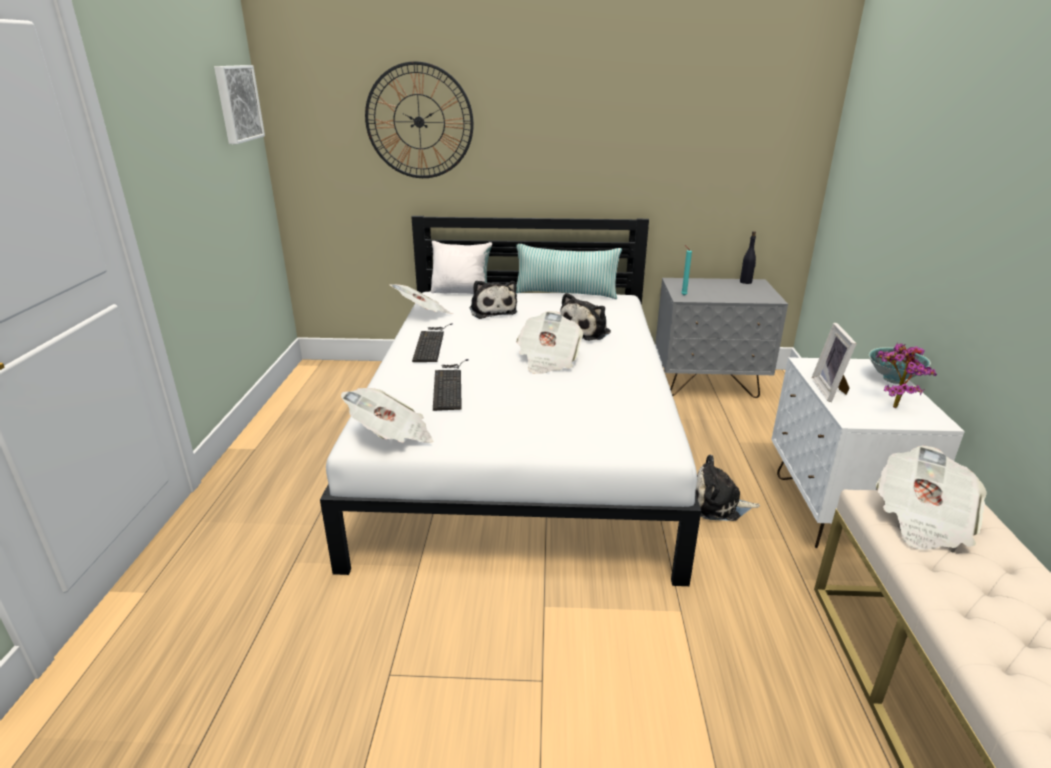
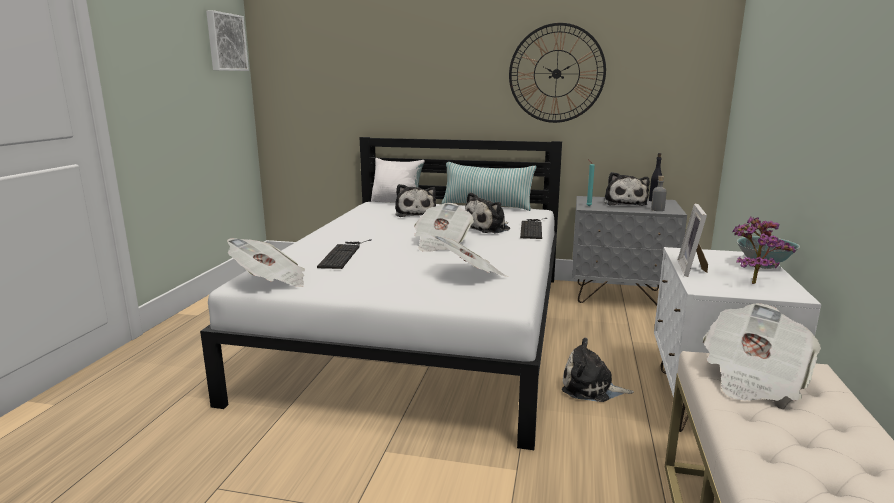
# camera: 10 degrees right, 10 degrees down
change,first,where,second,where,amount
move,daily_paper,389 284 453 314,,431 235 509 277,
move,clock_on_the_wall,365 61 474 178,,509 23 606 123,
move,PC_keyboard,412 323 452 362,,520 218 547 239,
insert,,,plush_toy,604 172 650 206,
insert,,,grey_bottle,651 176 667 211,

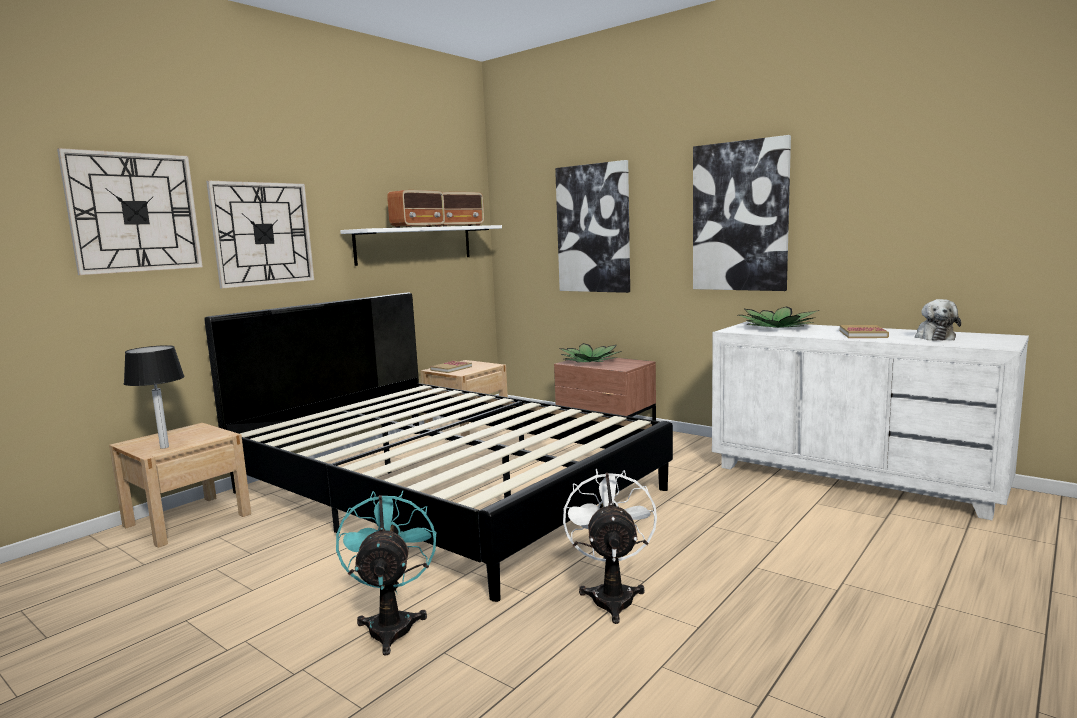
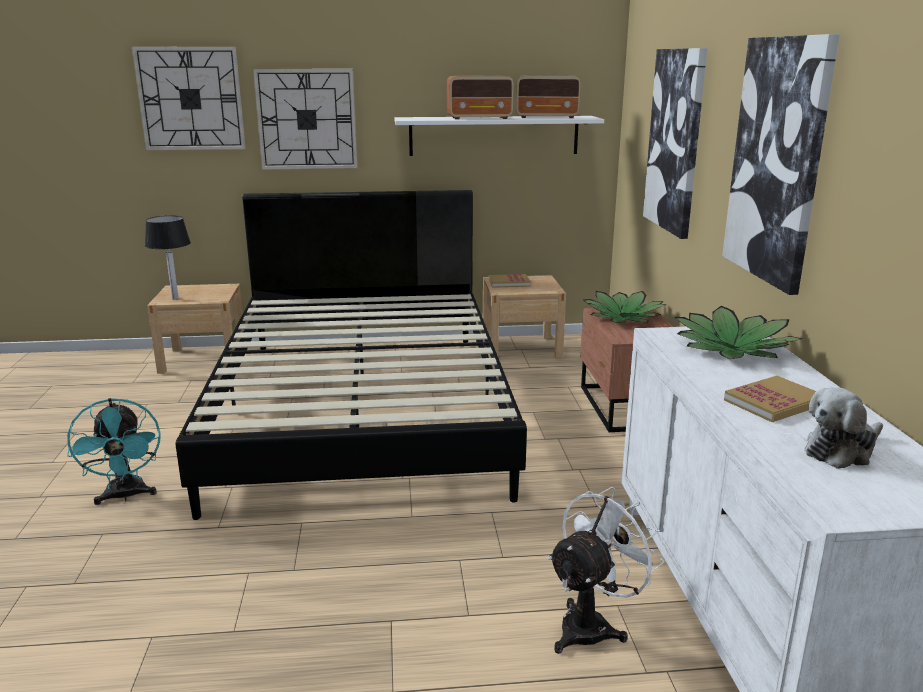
# camera: 45 degrees right, 10 degrees up
change,first,where,second,where,amount
rotate,turquoise_cooling_fan,336 491 436 656,,67 398 161 505,120 degrees clockwise
move,white-coloured_cooling_fan,563 469 657 624,,548 487 664 654,

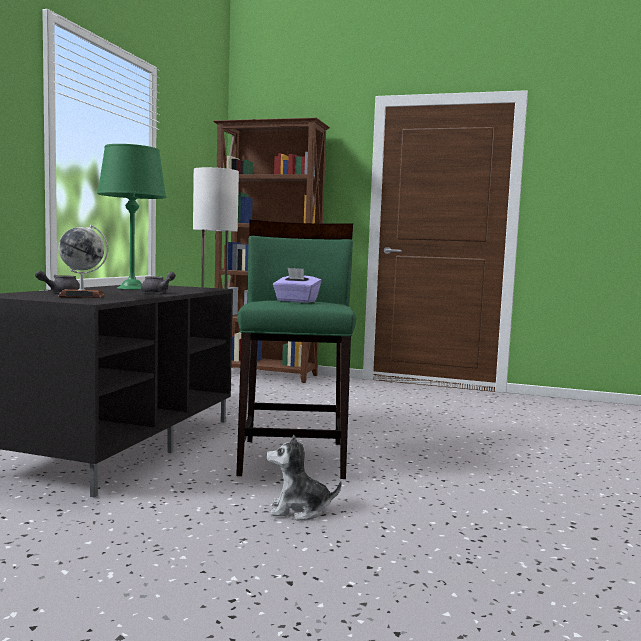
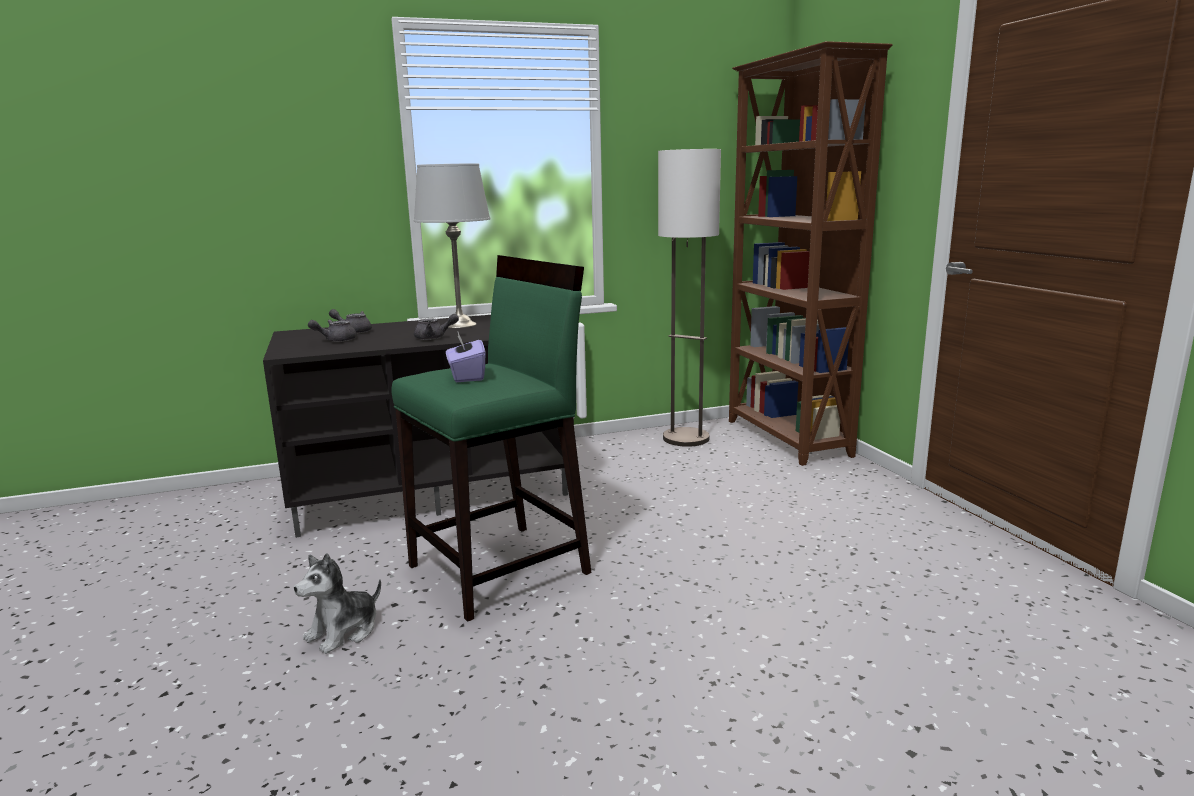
# camera: 55 degrees right, 10 degrees up
change,first,where,second,where,amount
rotate,plush_toy,266 435 342 521,,294 553 381 654,105 degrees counterclockwise
replace,desk_globe,58 225 108 298,grey_tea_pot,308 320 357 342,
recolor,green-coloured_table_lamp,97 144 166 290,grey_table_lamp,414 164 490 328,

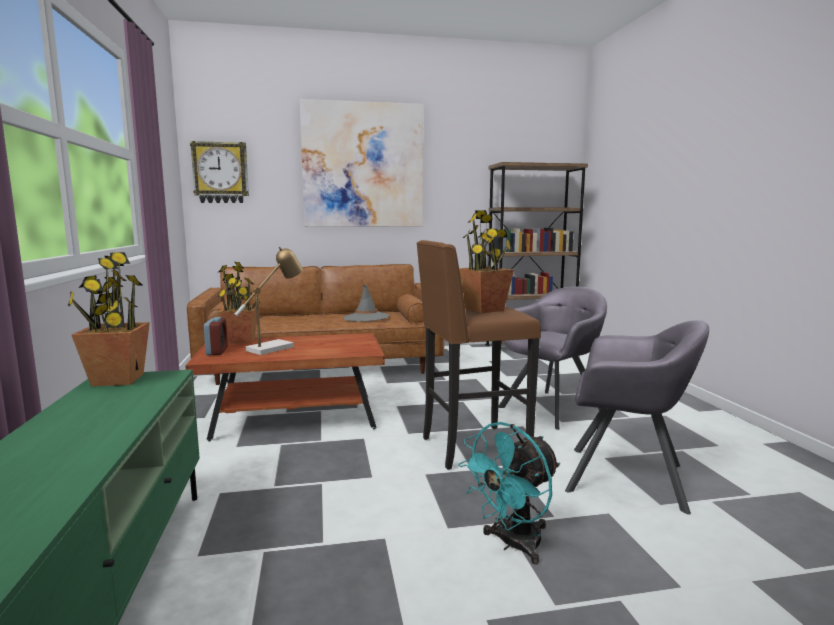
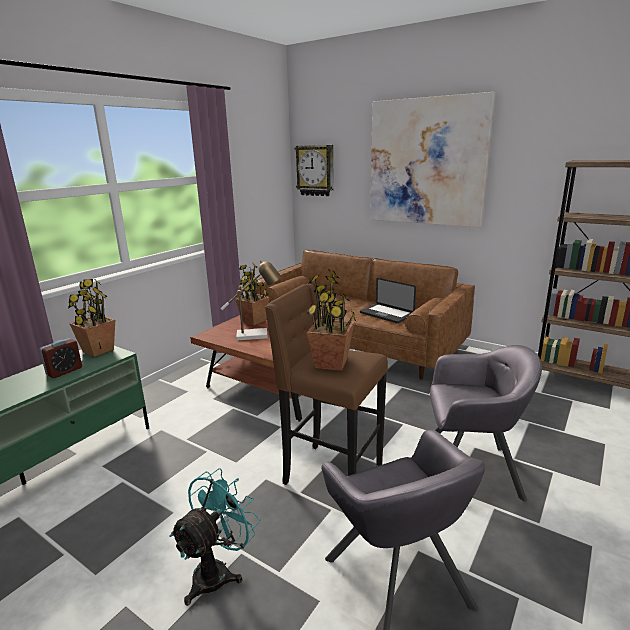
# camera: 45 degrees right, 10 degrees up
change,first,where,second,where,amount
move,table_clock,204 317 228 355,,40 338 82 378,
rotate,turquoise_cooling_fan,458 422 560 564,,169 468 260 606,120 degrees clockwise
replace,grey_hat,343 284 390 322,laptop,360 278 416 323,

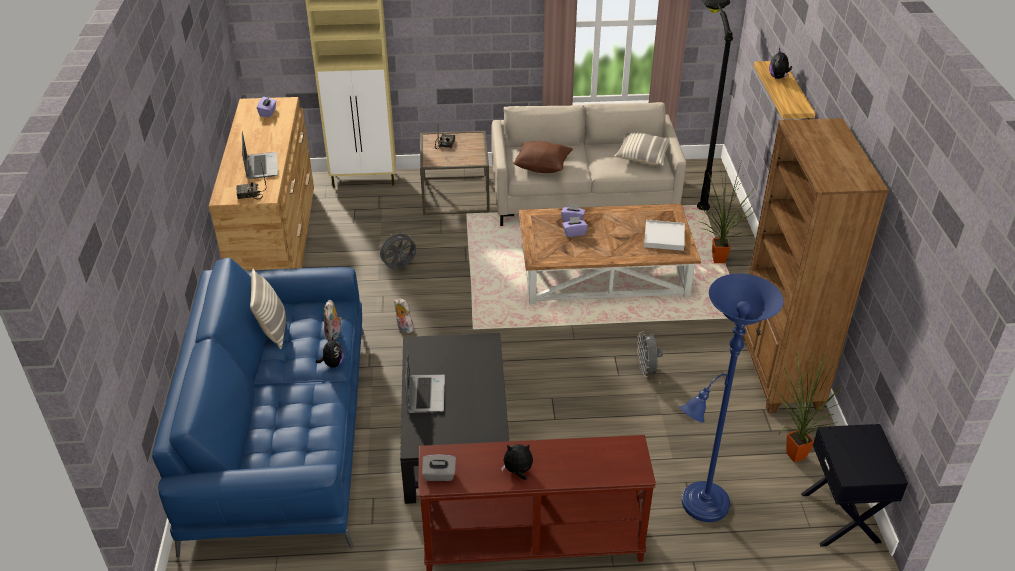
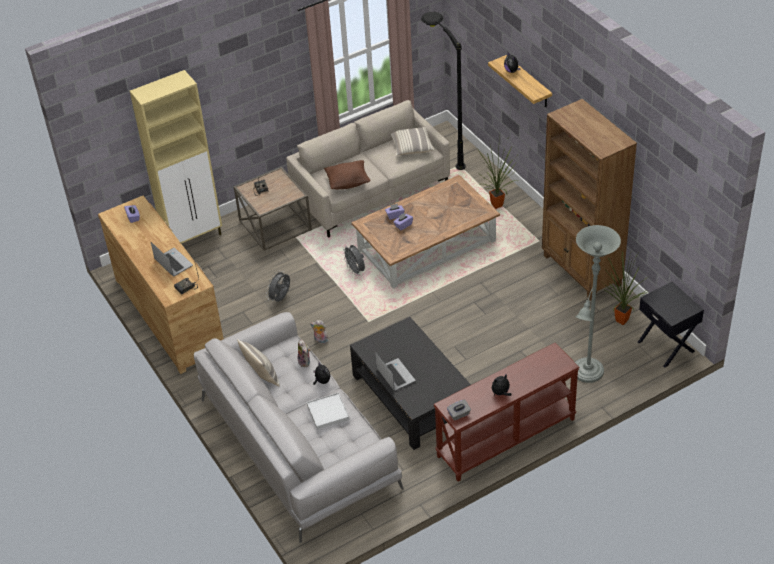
# camera: 25 degrees left, 5 degrees up
change,first,where,second,where,amount
recolor,blue-coloured_settee,152 258 364 558,grey_settee,194 312 403 543,
move,white-coloured_tray,644 220 685 251,,307 393 349 430,
move,grey_cooling_fan,637 331 663 377,,342 245 365 276,
recolor,blue-coloured_standing_lamp,680 273 784 522,grey_standing_lamp,575 225 621 383,

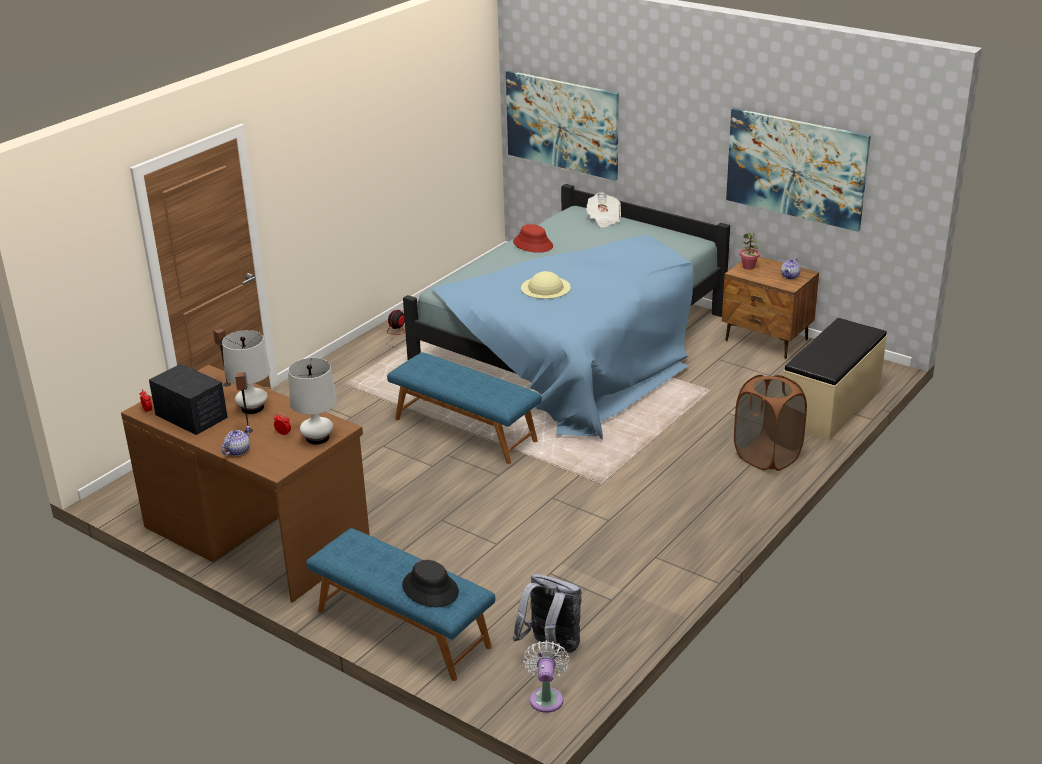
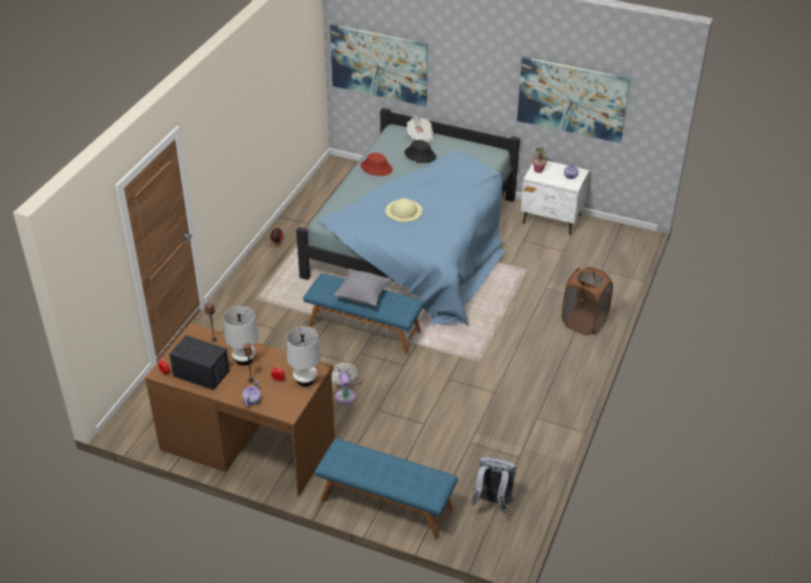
# camera: 15 degrees left, 10 degrees up
change,first,where,second,where,amount
move,white-coloured_cooling_fan,523 641 570 713,,332 362 357 404,
insert,,,grey_throw_pillow,334 269 391 306,
move,black-coloured_hat,402 560 459 607,,405 140 436 163,
recolor,brownish_nightstand,722 257 819 359,white-coloured_nightstand,521 161 589 235,
delete,sand-coloured_indoor_bench,784 318 887 440,,,

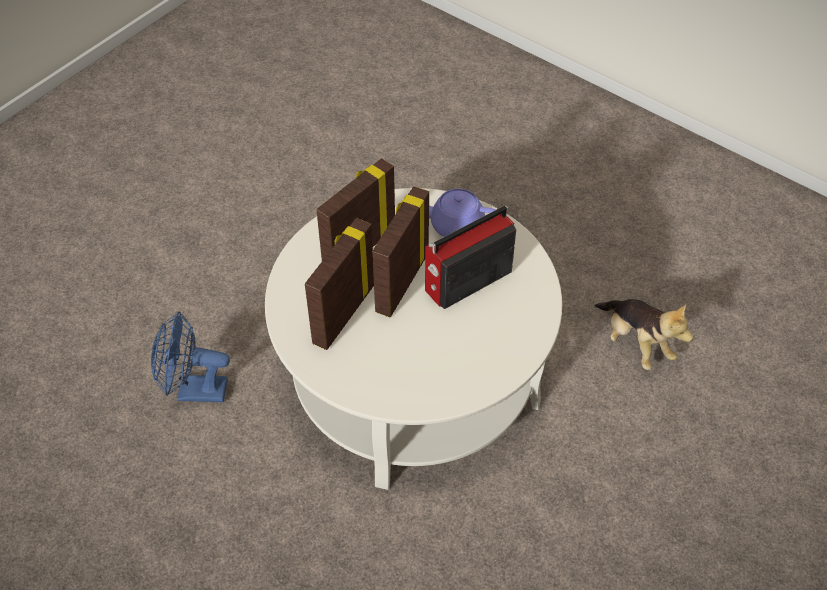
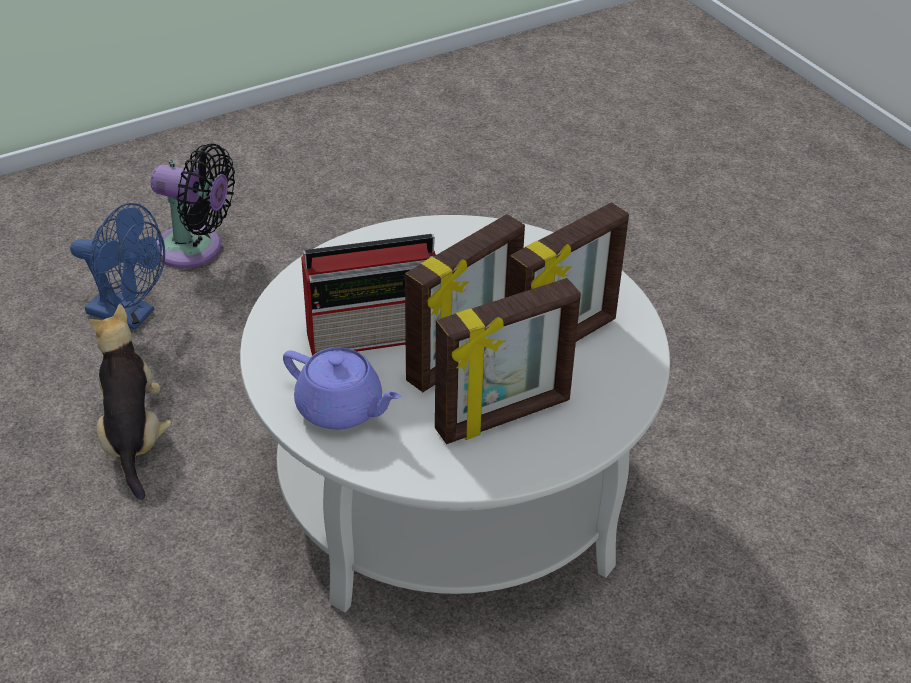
# camera: 160 degrees left, 10 degrees down
change,first,where,second,where,amount
move,blue-coloured_cooling_fan,151 312 230 402,,70 203 165 330,
insert,,,black-coloured_cooling_fan,151 144 235 268,

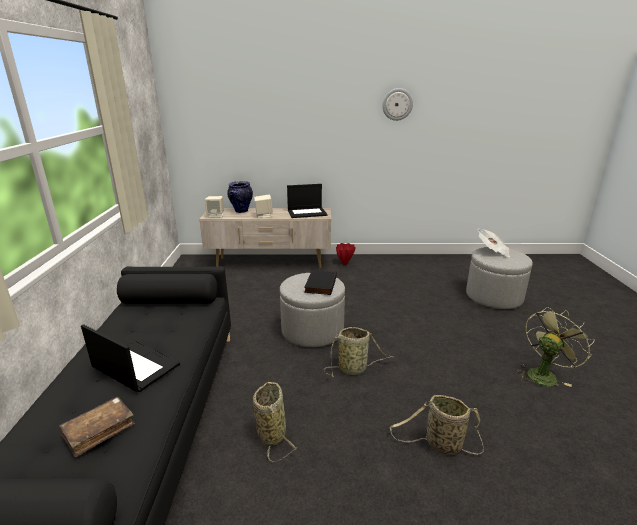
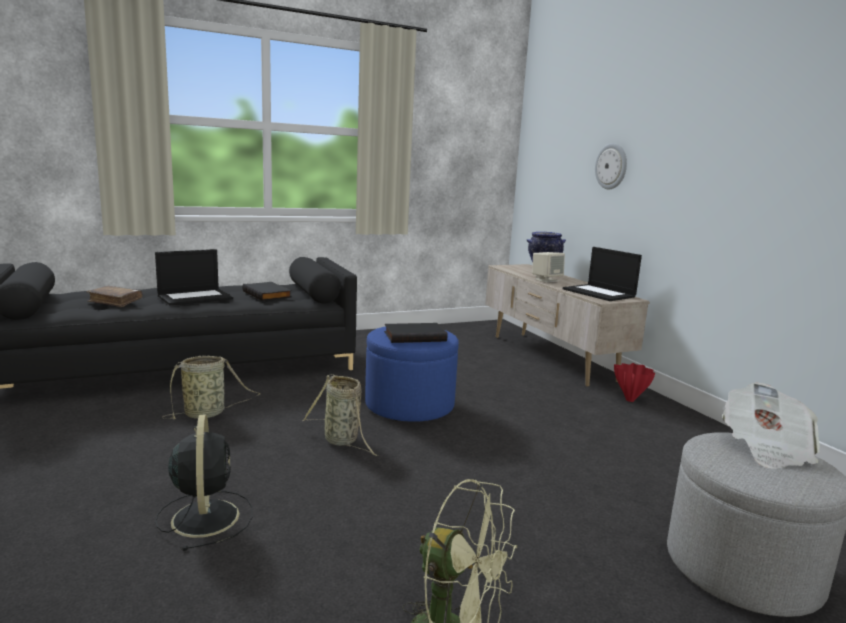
# camera: 65 degrees right, 10 degrees down
change,first,where,second,where,amount
rotate,laptop,81 324 180 392,,155 249 233 305,45 degrees clockwise
replace,storage_basket,390 395 484 455,black-coloured_cooling_fan,155 414 253 551,
insert,,,black-coloured_volume,242 282 292 301,
recolor,grey_footrest,280 273 345 347,blue-coloured_footrest,365 326 459 422,
move,clock_on_the_wall,382 88 413 121,,595 143 627 189,
delete,sand-coloured_audio_speaker,205 196 224 218,,,

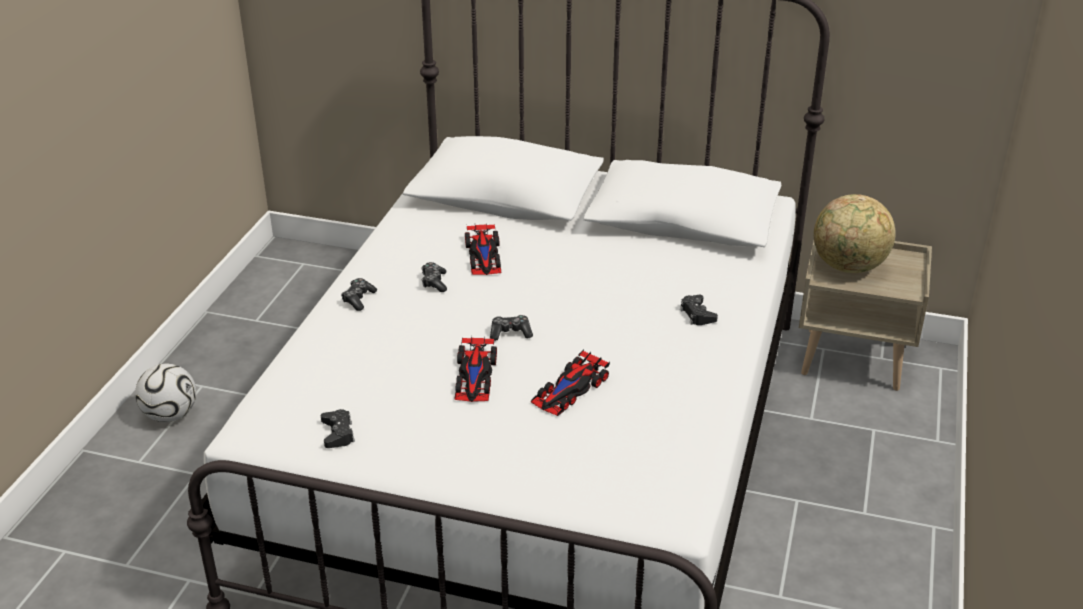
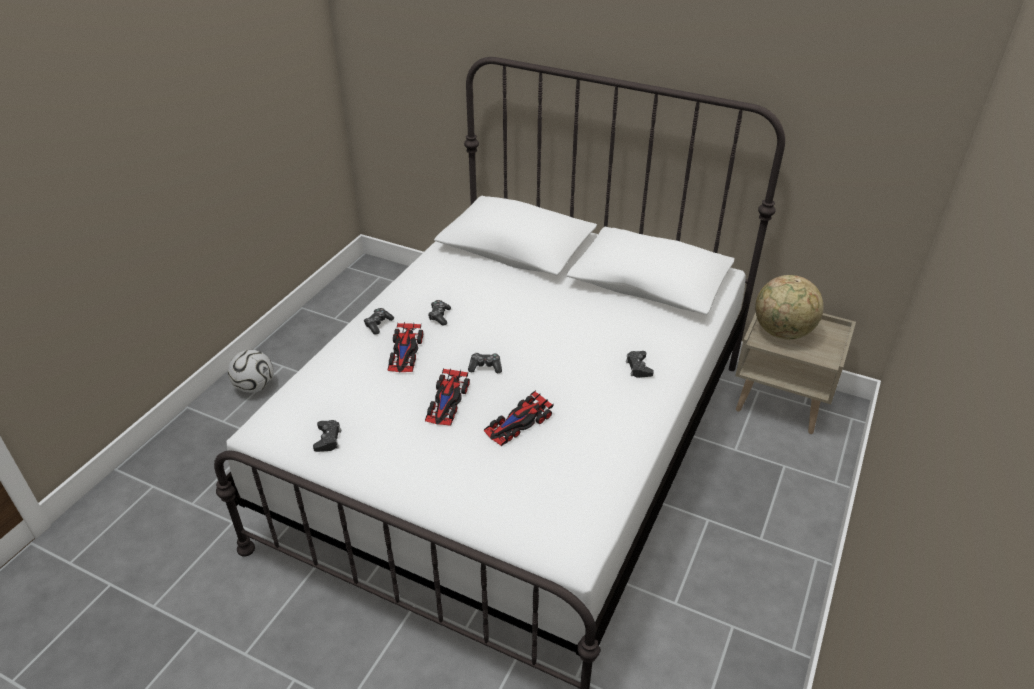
# camera: 10 degrees right, 5 degrees up
change,first,where,second,where,amount
move,toy_car,465 223 502 275,,387 322 423 372,

